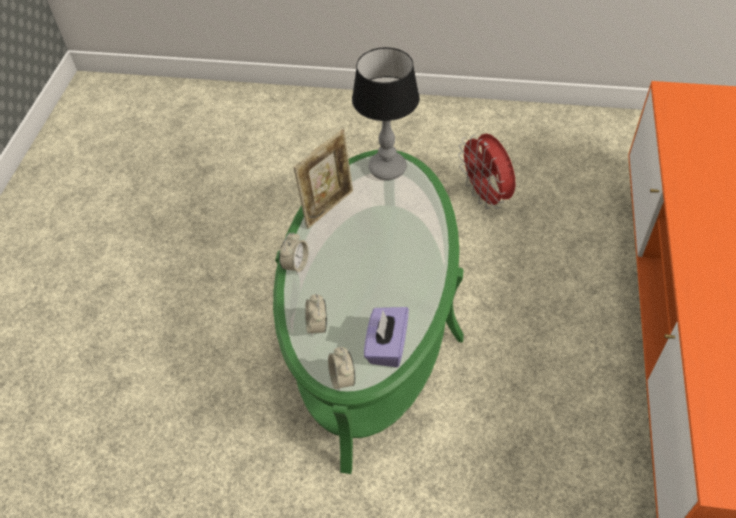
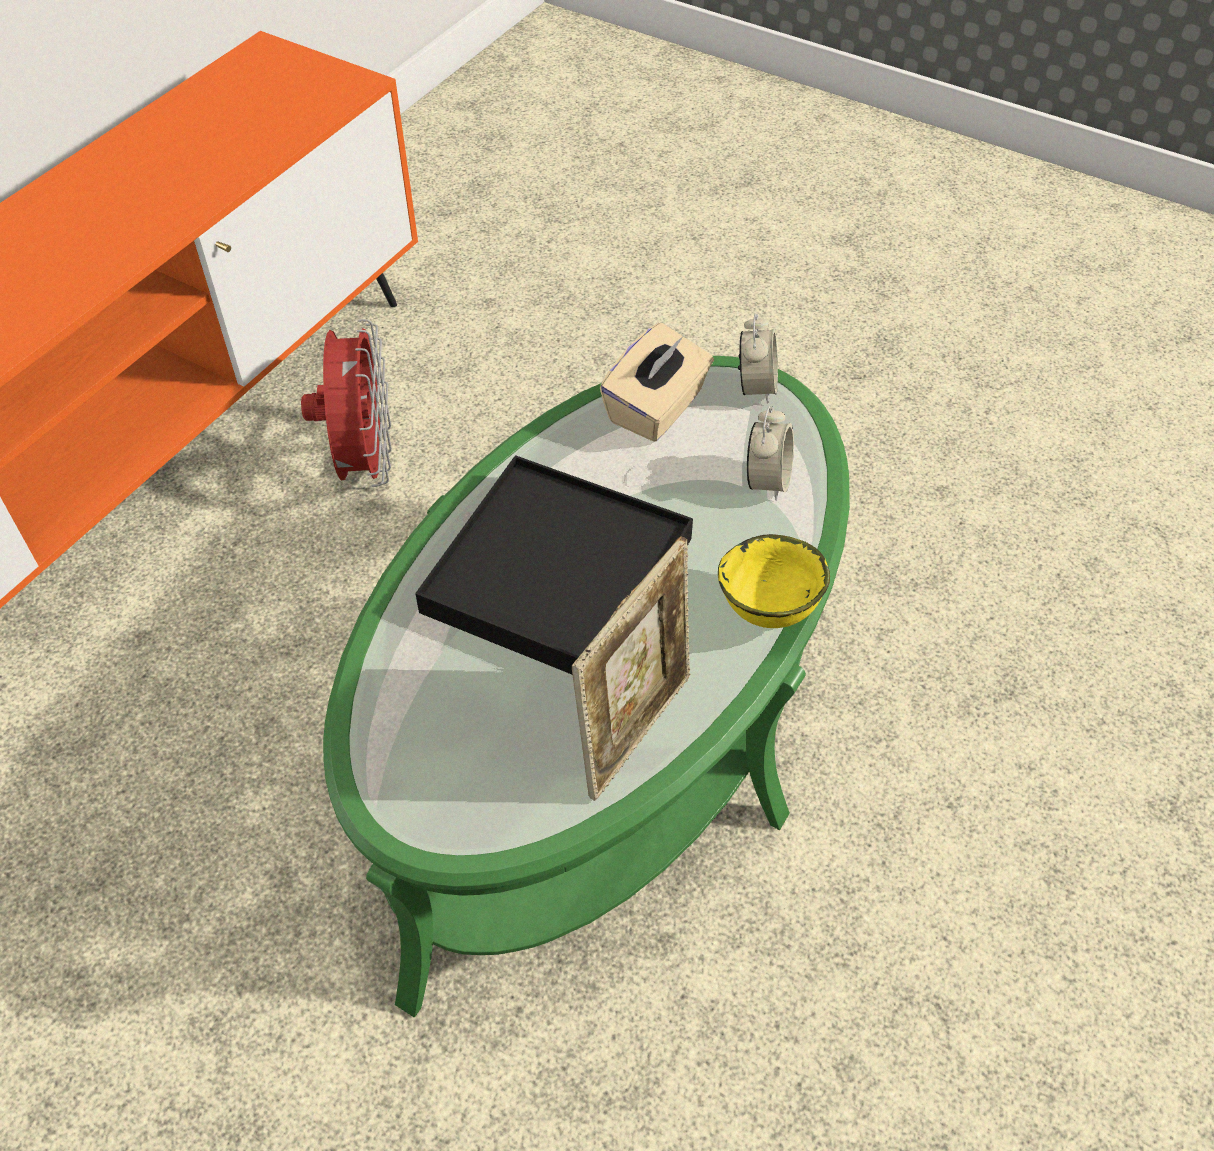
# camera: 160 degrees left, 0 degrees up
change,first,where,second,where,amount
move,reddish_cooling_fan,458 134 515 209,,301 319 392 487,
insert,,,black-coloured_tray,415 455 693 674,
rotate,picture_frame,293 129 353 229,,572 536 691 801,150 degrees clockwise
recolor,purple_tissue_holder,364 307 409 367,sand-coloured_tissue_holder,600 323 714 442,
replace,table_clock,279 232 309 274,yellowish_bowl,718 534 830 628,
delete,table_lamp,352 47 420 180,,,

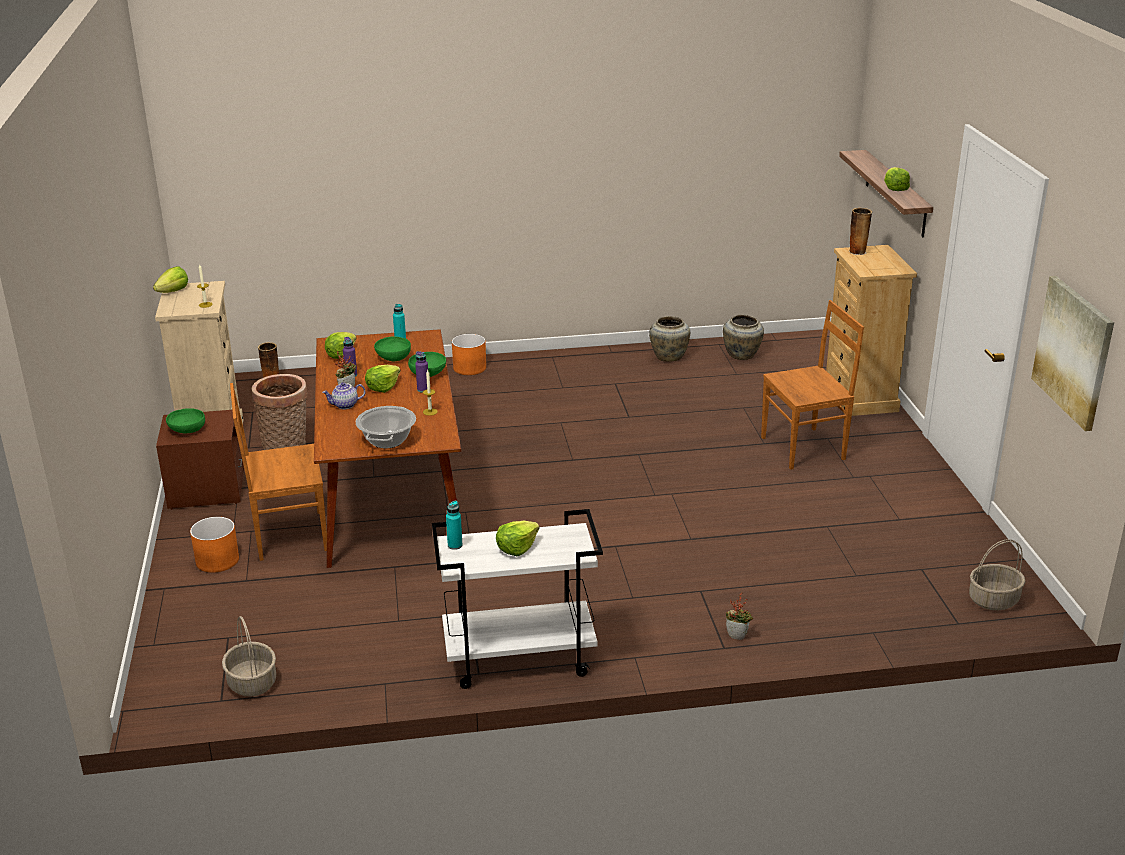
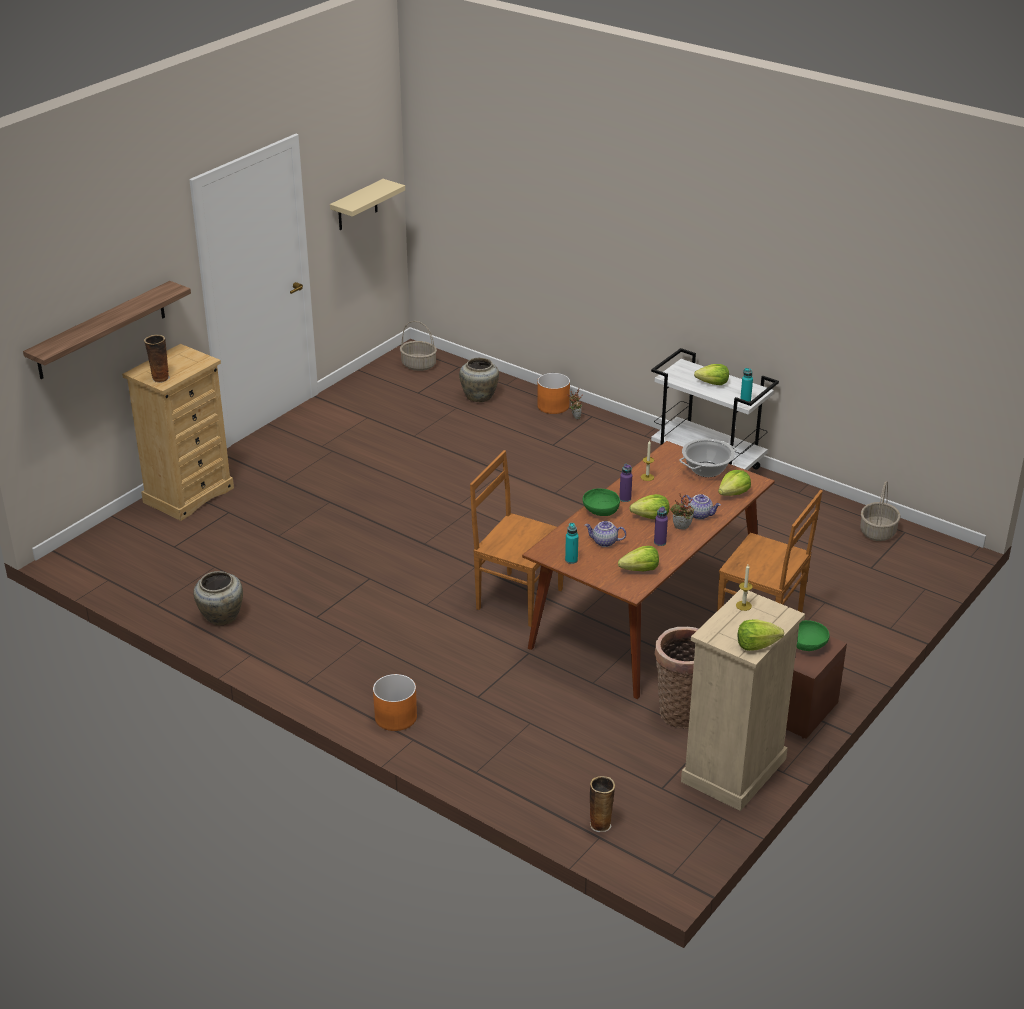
# camera: 135 degrees left, 5 degrees up
change,first,where,second,where,amount
replace,wall_art,1031 276 1114 431,sand-coloured_bracket_shelf,330 179 405 230,
move,sand-coloured_flower_vase,723 315 764 360,,459 358 499 402,
move,brownish_upright_chair,761 300 864 470,,470 450 563 627,
move,orangey_plant_pot,190 517 239 573,,537 373 570 414,
replace,green-coloured_bowl,374 336 411 362,tea_pot,585 521 626 547,
move,lettuce,884 167 910 191,,718 470 751 496,

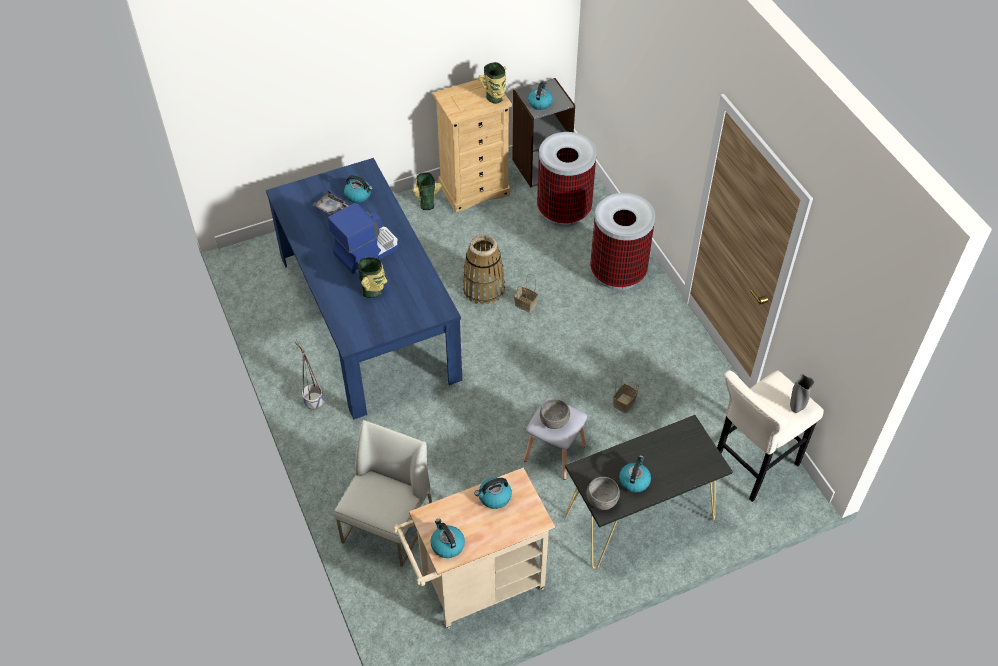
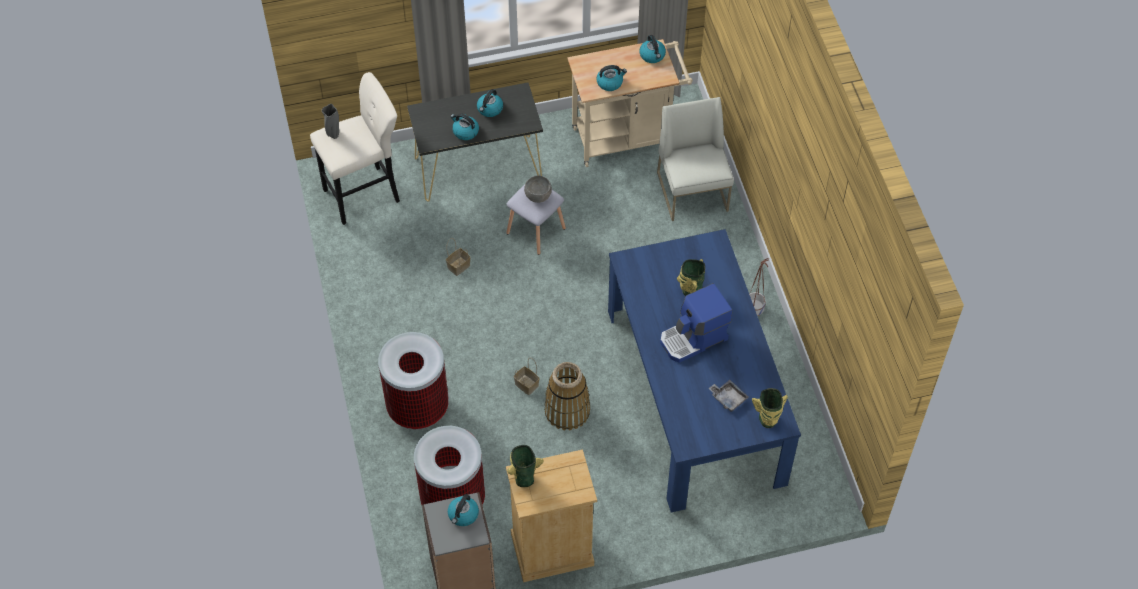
# camera: 170 degrees left, 5 degrees up
change,first,where,second,where,amount
move,water_kettle,344 175 373 203,,450 113 479 140,
rotate,white-coloured_upright_chair,334 420 432 567,,657 97 734 221,135 degrees clockwise
move,flower_vase,413 172 441 210,,752 388 788 428,
delete,grey_bowl,586 477 620 510,,,

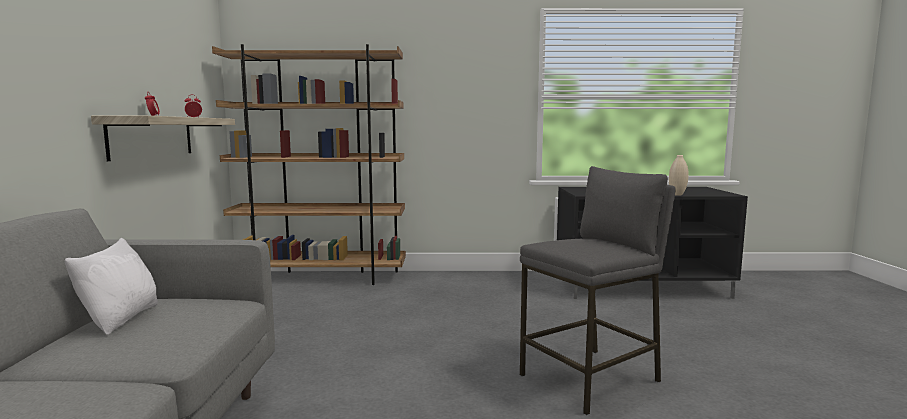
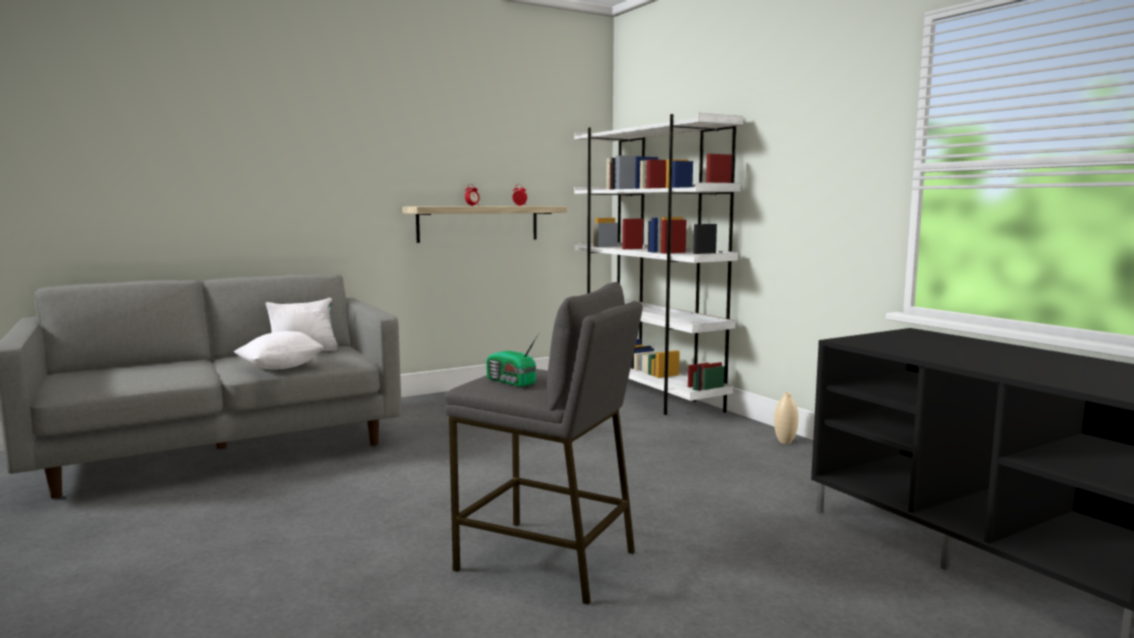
# camera: 60 degrees right, 0 degrees up
change,first,where,second,where,amount
insert,,,white-coloured_throw_pillow,234 331 325 370,
insert,,,radio,486 333 539 387,
recolor,brownish_shelving_unit,212 44 406 285,white-coloured_shelving_unit,574 112 743 415,
move,sand-coloured_flower_vase,669 155 689 196,,774 392 798 444,

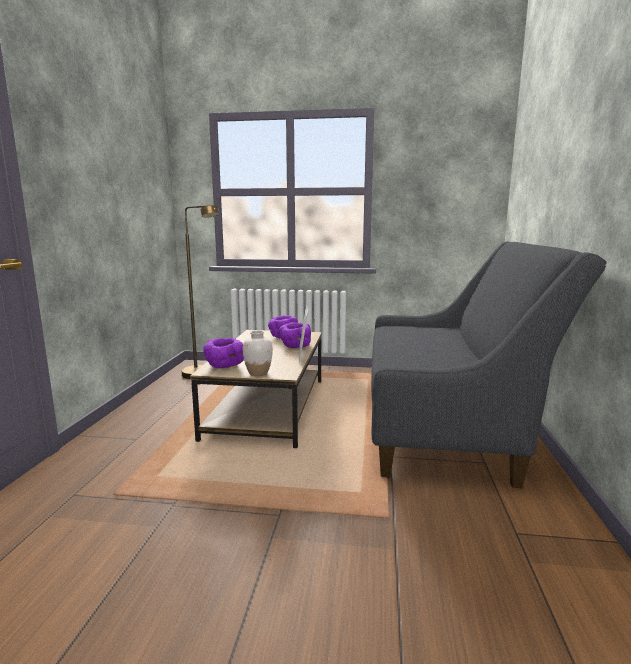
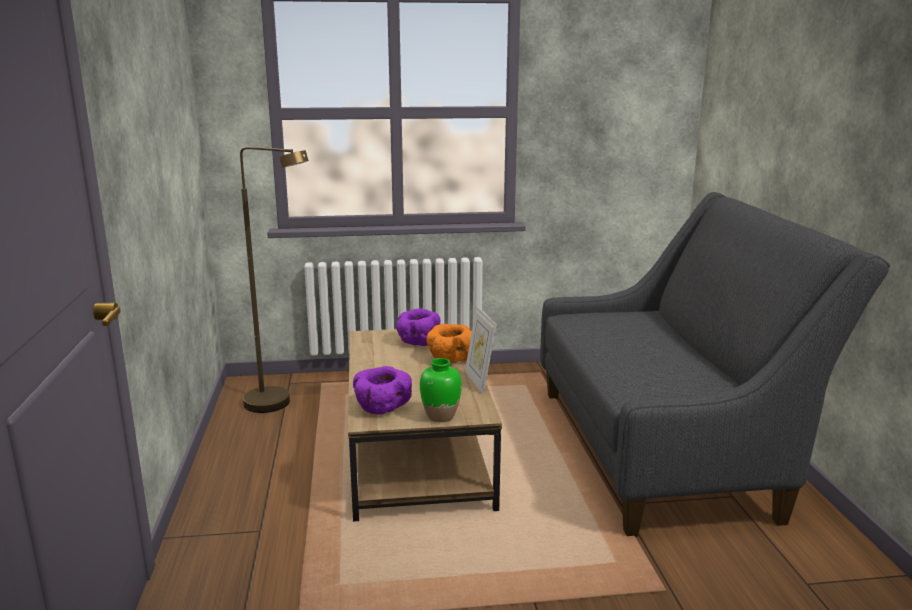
# camera: 15 degrees left, 5 degrees up
change,first,where,second,where,amount
recolor,white-coloured_flower_vase,243 331 273 376,green-coloured_flower_vase,420 358 462 422,
recolor,purple_bowl,279 322 311 348,orangey_bowl,426 324 472 363,

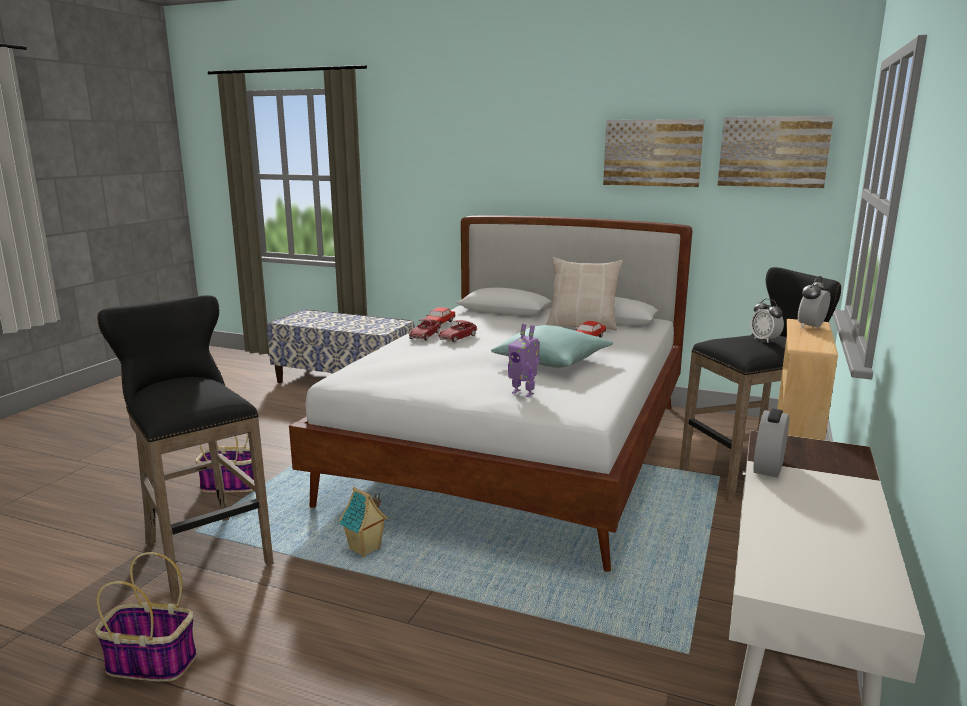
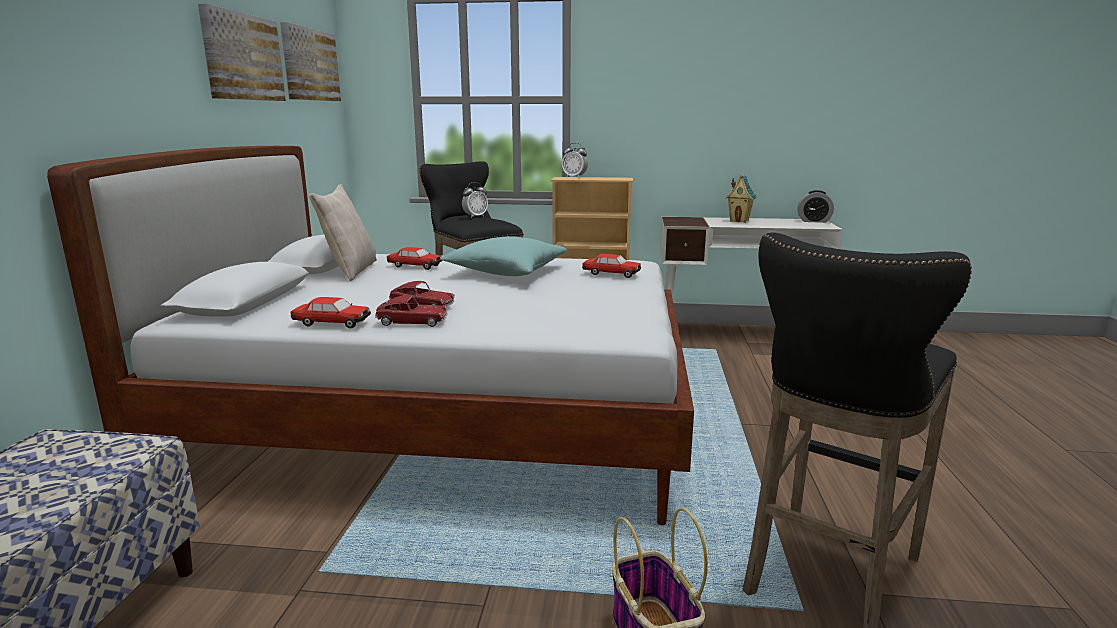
# camera: 105 degrees left, 0 degrees up
change,first,where,second,where,amount
replace,robot_figure,508 324 540 397,toy_car,582 254 641 278,
move,miniature_house,339 487 388 557,,726 174 757 223,
move,table_clock,753 408 789 478,,797 190 834 223,
delete,storage_basket,95 552 197 682,,,

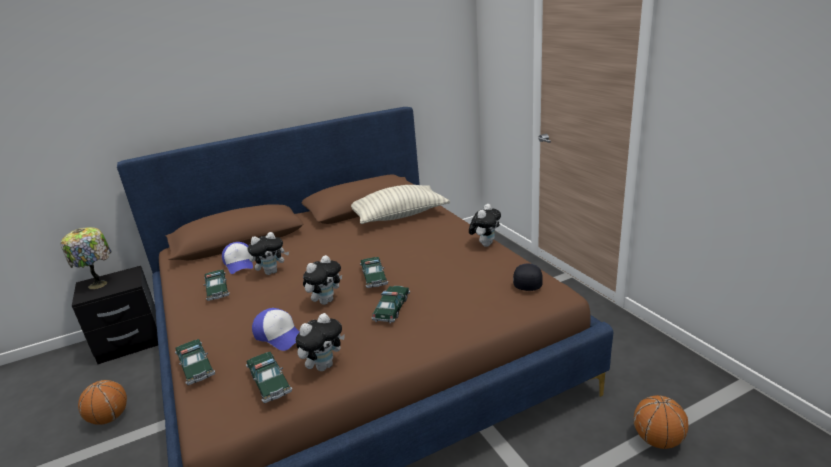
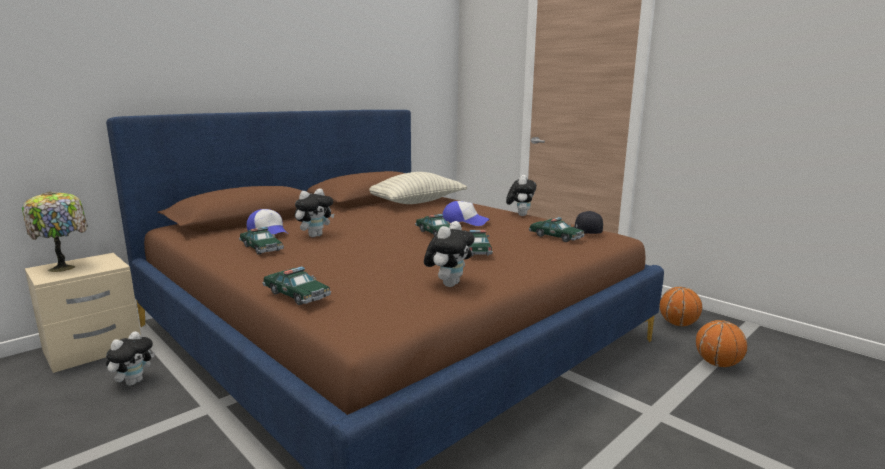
# camera: 20 degrees left, 10 degrees down
change,first,where,second,where,amount
recolor,black-coloured_nightstand,72 266 158 364,sand-coloured_nightstand,25 253 141 373,
move,plush_toy,303 255 342 305,,106 331 155 386,
move,peaked_cap,252 308 300 351,,442 201 490 226,
move,toy_car,246 352 292 403,,529 217 585 242,
move,basketball_ball,78 380 127 425,,659 287 702 326,

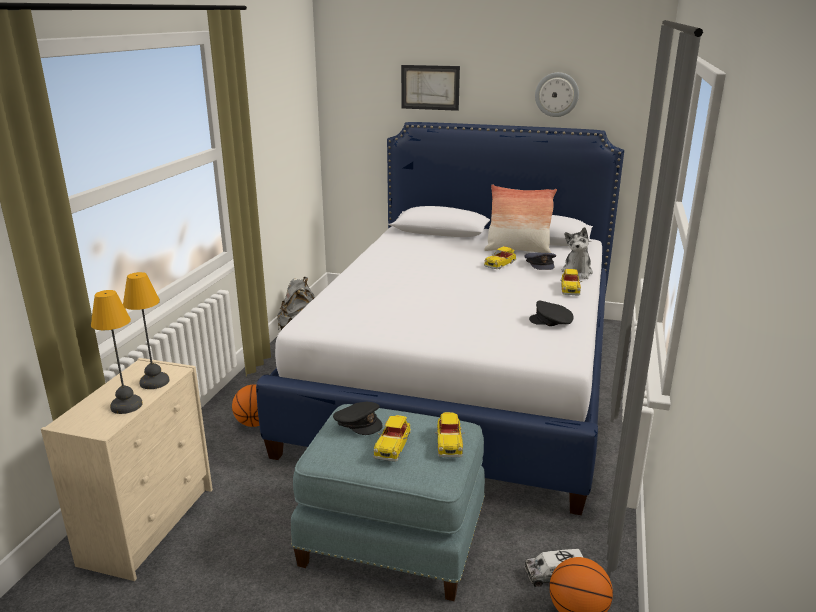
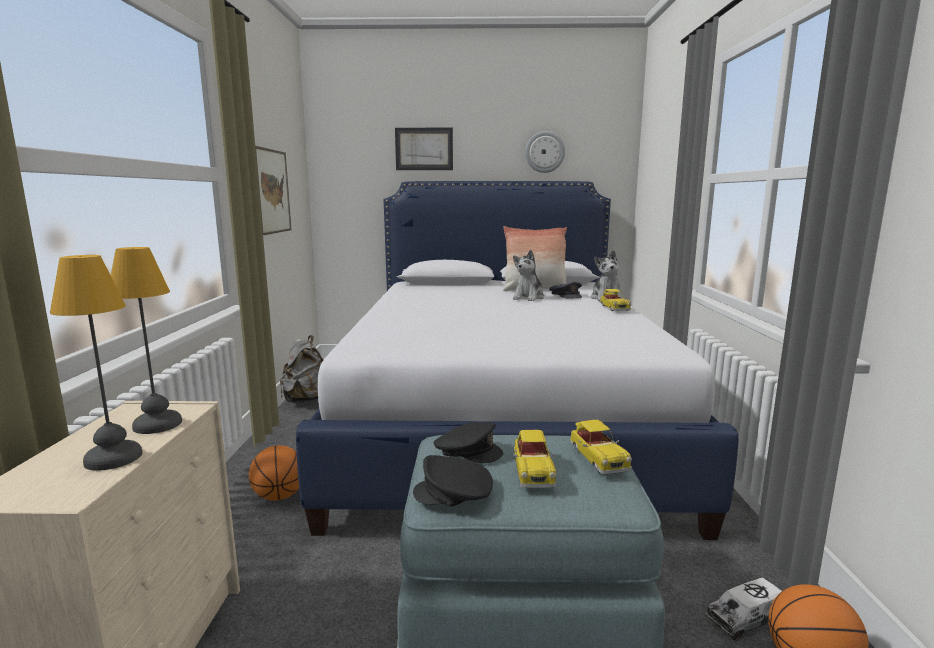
# camera: 15 degrees left, 10 degrees down
change,first,where,second,where,amount
insert,,,wall_art,255 146 291 235,
move,black-coloured_peaked_cap,529 301 574 326,,413 455 493 506,
replace,toy_car,484 246 516 269,plush_toy,513 250 544 301,

